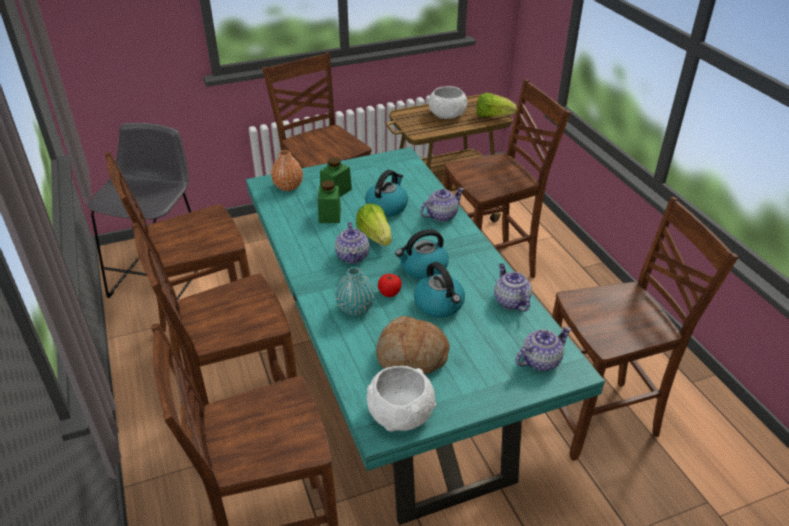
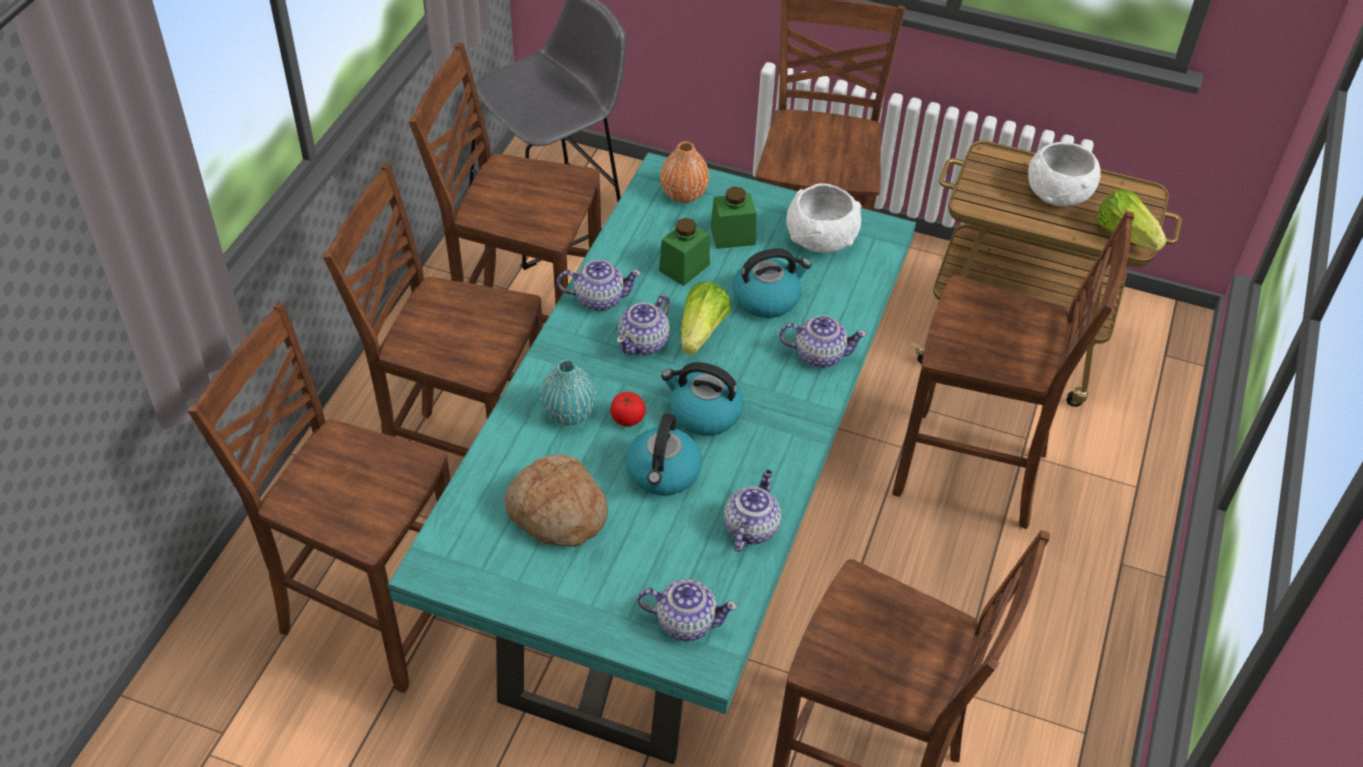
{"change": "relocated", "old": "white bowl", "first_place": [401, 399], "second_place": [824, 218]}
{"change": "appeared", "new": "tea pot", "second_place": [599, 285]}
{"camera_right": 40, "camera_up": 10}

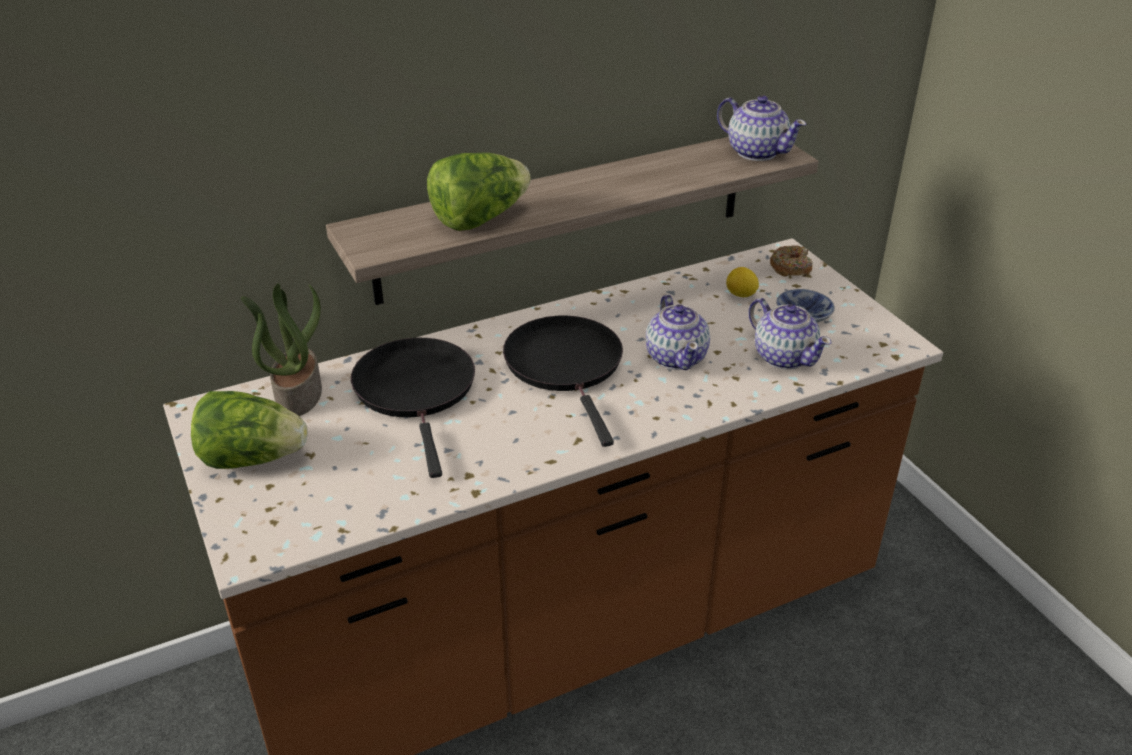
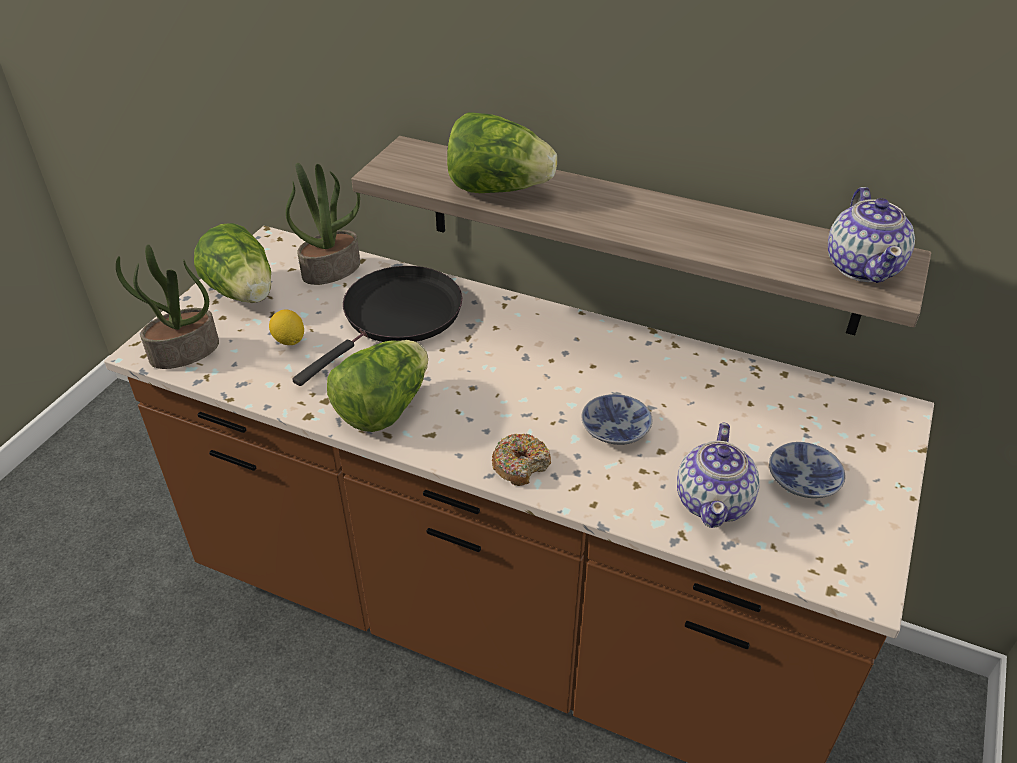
{"change": "missing", "old": "black-coloured frying pan", "first_place": [563, 381]}
{"change": "exchanged", "old": "tea pot", "new": "bowl", "first_place": [678, 332], "second_place": [617, 419]}
{"change": "relocated", "old": "lemon", "first_place": [742, 282], "second_place": [286, 327]}
{"change": "relocated", "old": "doughnut", "first_place": [791, 261], "second_place": [521, 459]}
{"change": "appeared", "new": "potted plant", "second_place": [167, 306]}
{"change": "appeared", "new": "head of lettuce", "second_place": [377, 386]}
{"camera_right": 50, "camera_up": 5}

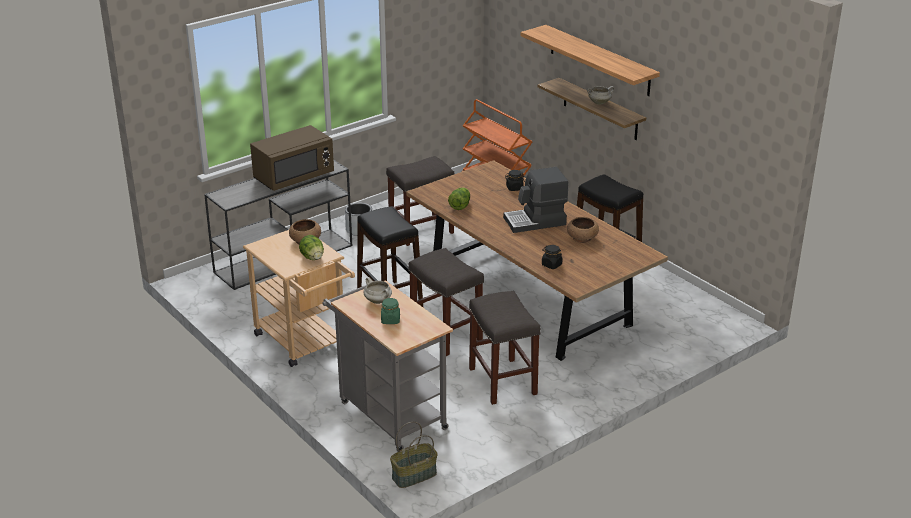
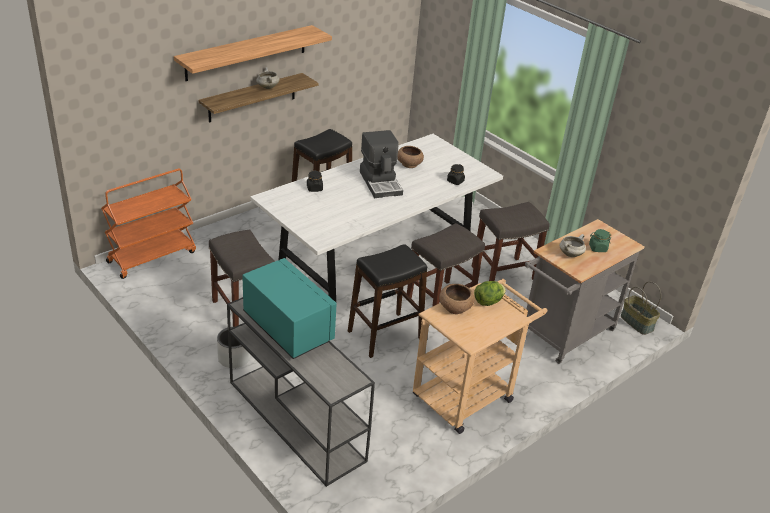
{"change": "colour", "old": "brownish kitchen microwave", "new": "turquoise kitchen microwave", "first_place": [292, 158], "second_place": [289, 308]}
{"change": "colour", "old": "brownish dining table", "new": "white dining table", "first_place": [537, 260], "second_place": [376, 218]}
{"change": "missing", "old": "head of lettuce", "first_place": [459, 199]}
{"camera_right": -95, "camera_up": 5}

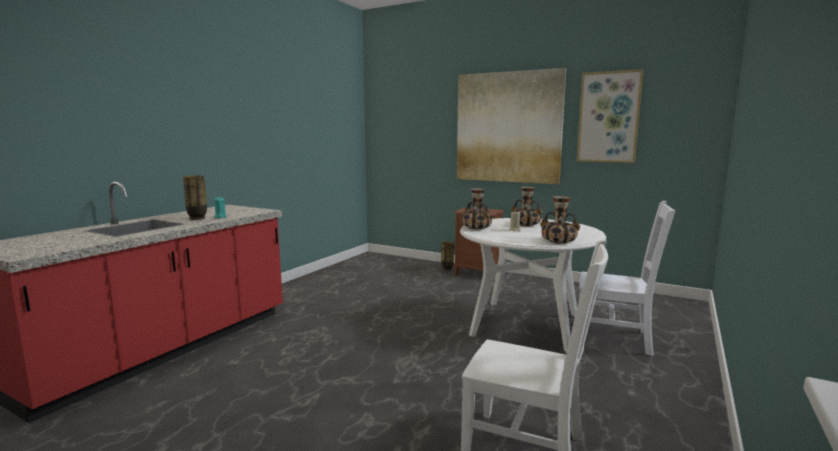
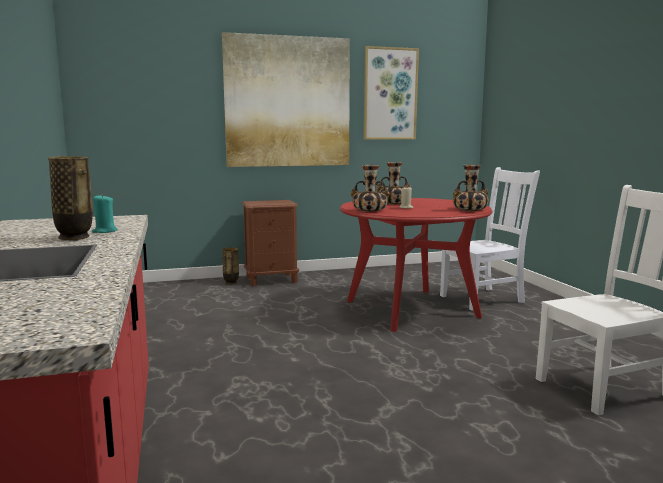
{"change": "colour", "old": "white dining table", "new": "red dining table", "first_place": [533, 285], "second_place": [416, 265]}
{"camera_right": -45, "camera_up": 0}

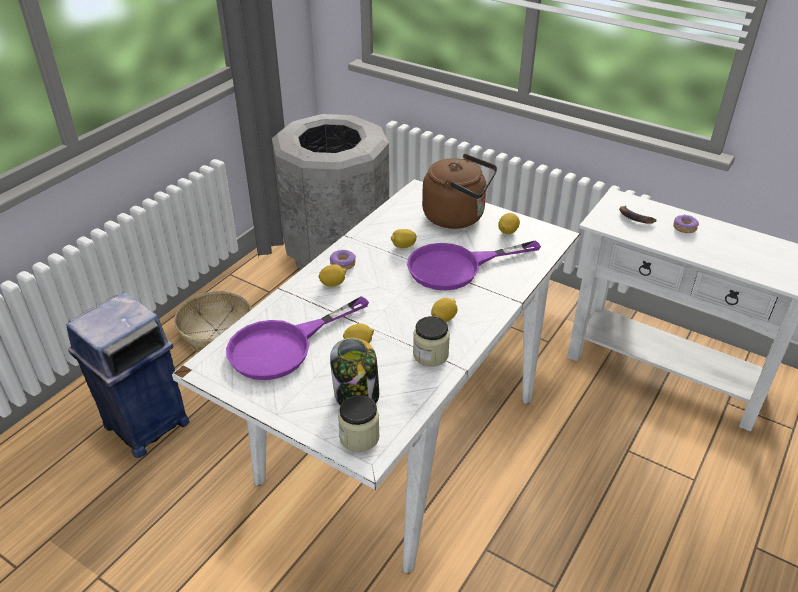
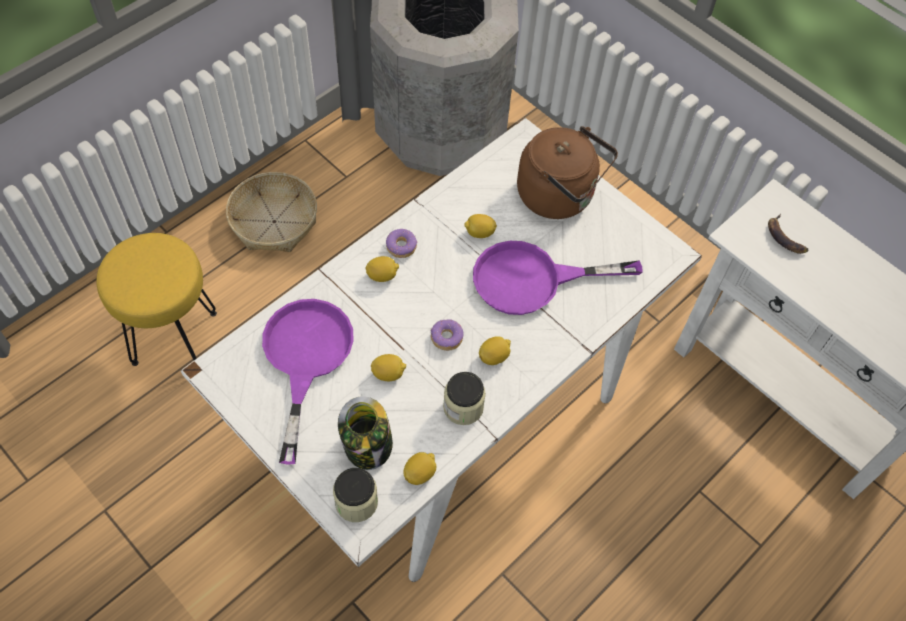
{"change": "exchanged", "old": "blue waste bin", "new": "yellowish stool", "first_place": [128, 375], "second_place": [156, 299]}
{"change": "spun", "old": "purple frying pan", "first_place": [297, 338], "second_place": [308, 382], "degrees": 120}
{"change": "relocated", "old": "lemon", "first_place": [509, 223], "second_place": [420, 468]}
{"change": "relocated", "old": "doughnut", "first_place": [686, 223], "second_place": [447, 335]}
{"camera_right": 10, "camera_up": 20}

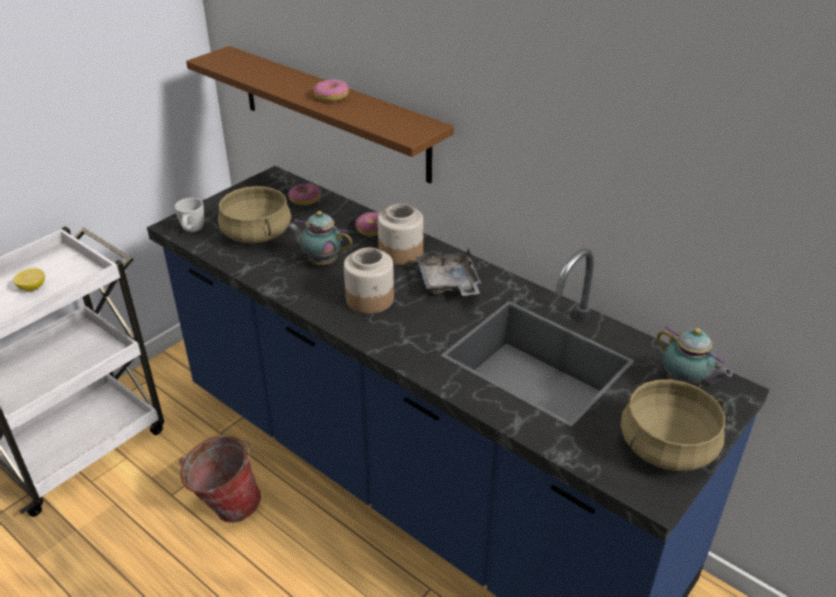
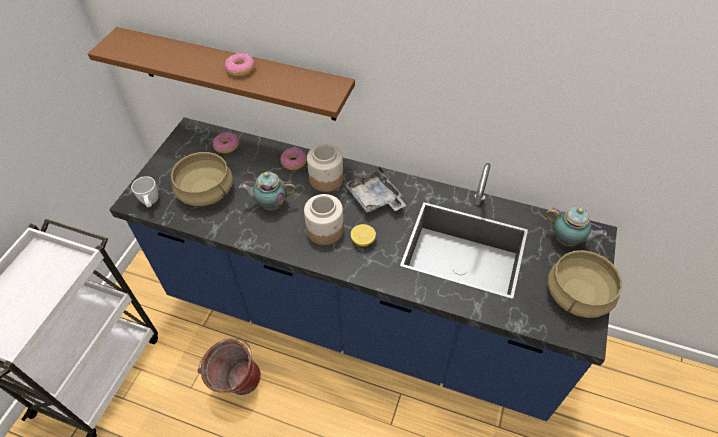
{"change": "relocated", "old": "lemon", "first_place": [29, 279], "second_place": [363, 235]}
{"camera_right": -20, "camera_up": 15}

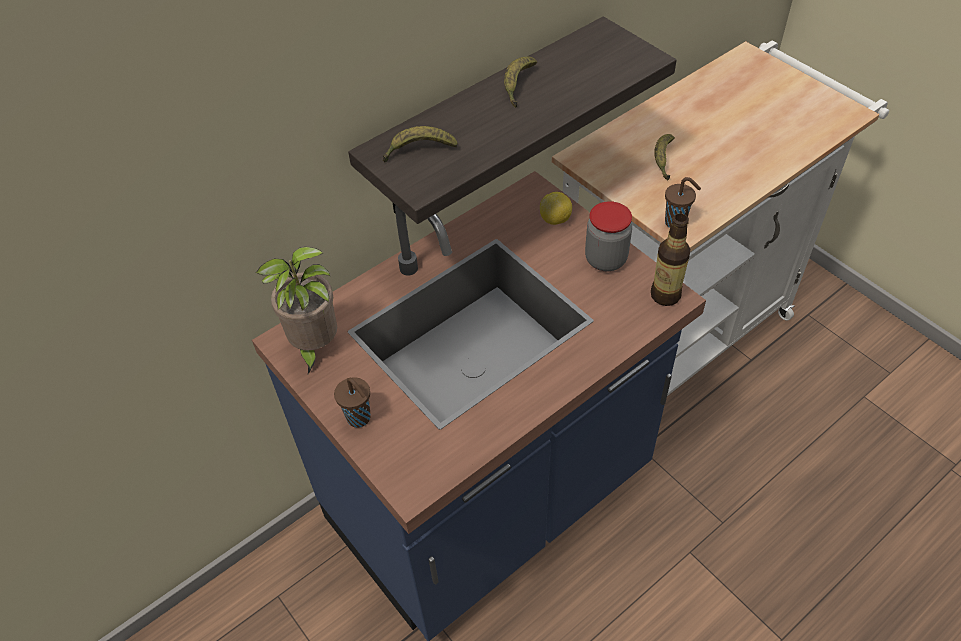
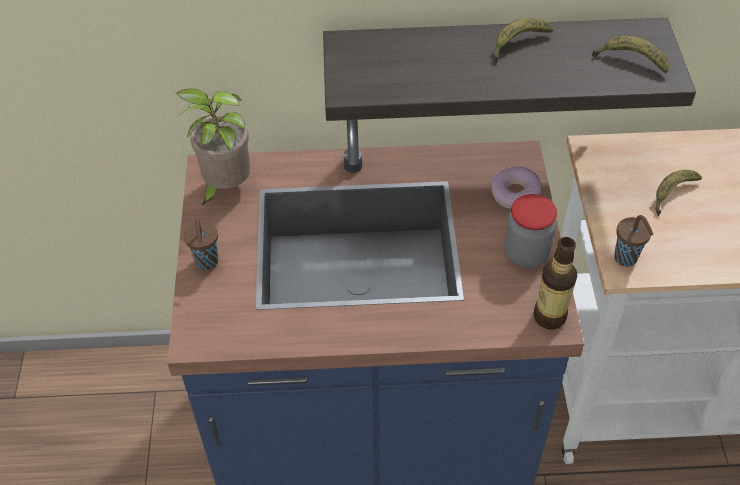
{"change": "relocated", "old": "banana", "first_place": [420, 144], "second_place": [630, 54]}
{"change": "exchanged", "old": "lemon", "new": "doughnut", "first_place": [556, 208], "second_place": [516, 188]}
{"camera_right": 35, "camera_up": 0}

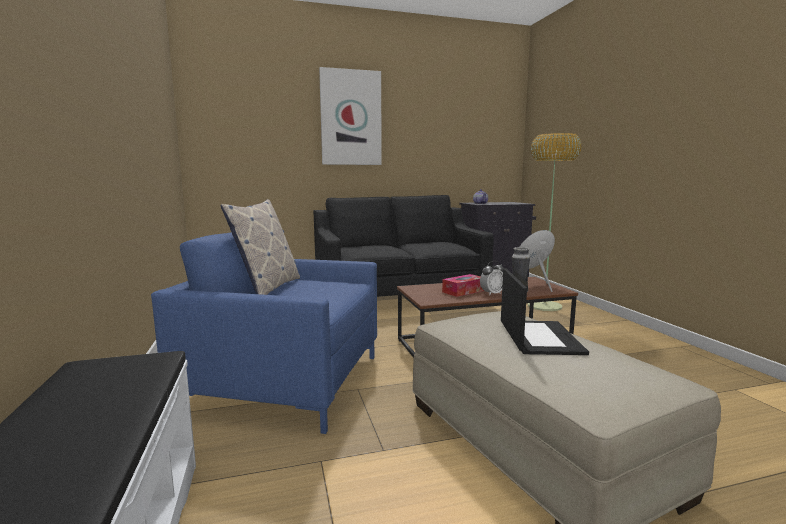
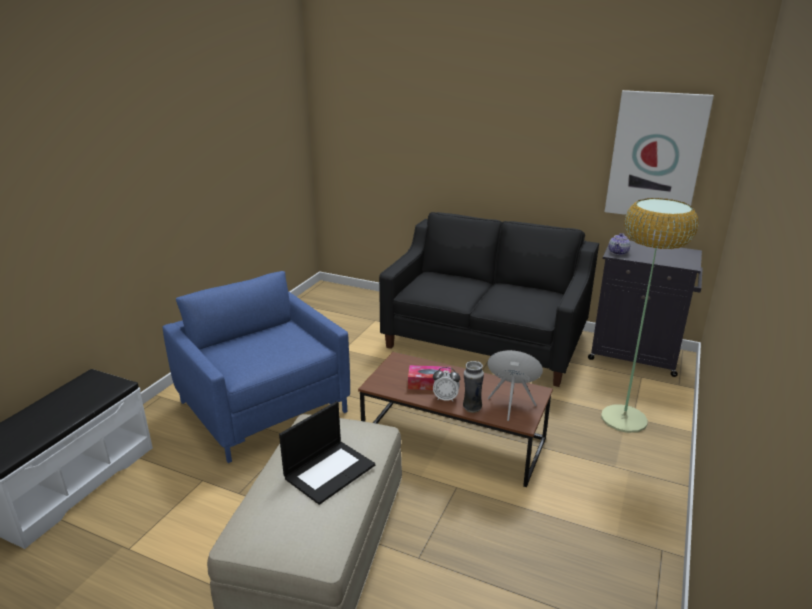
{"change": "missing", "old": "cushion", "first_place": [260, 247]}
{"change": "relocated", "old": "wall art", "first_place": [350, 116], "second_place": [659, 156]}
{"camera_right": 40, "camera_up": 15}

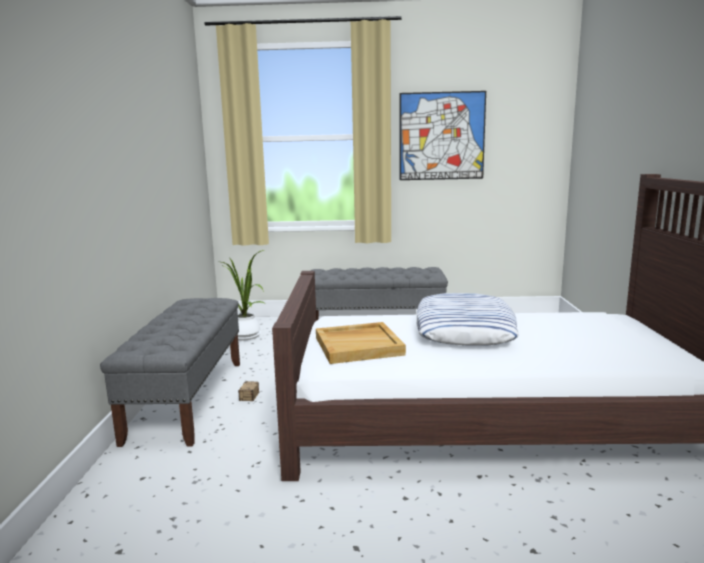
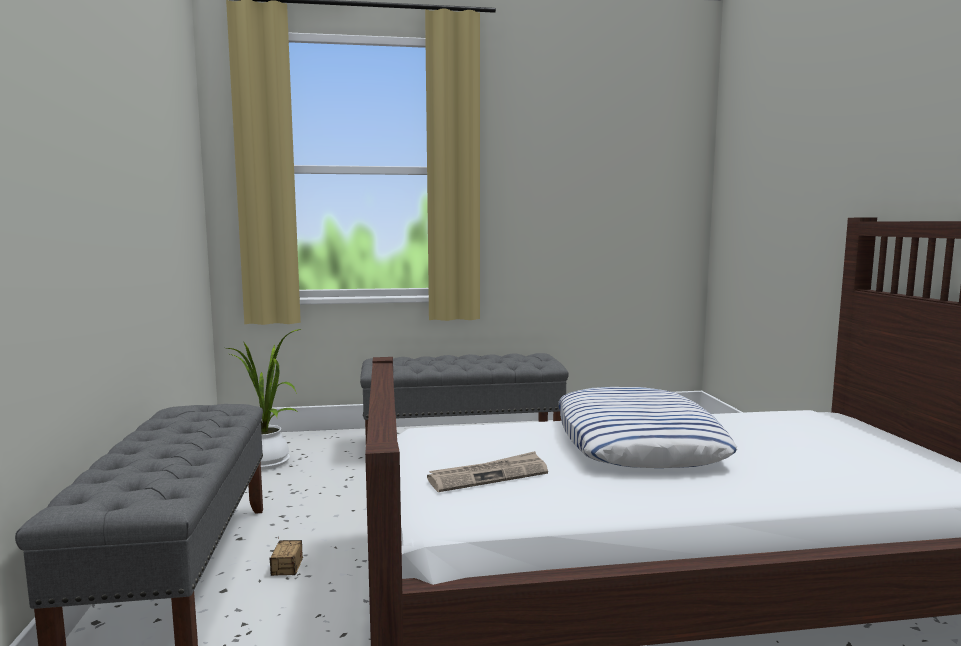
{"change": "exchanged", "old": "beige-coloured tray", "new": "daily paper", "first_place": [361, 343], "second_place": [487, 471]}
{"change": "missing", "old": "wall art", "first_place": [443, 135]}
{"camera_right": -10, "camera_up": -5}

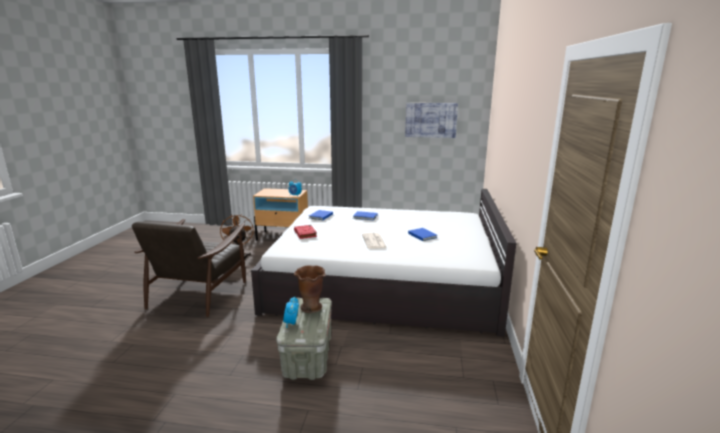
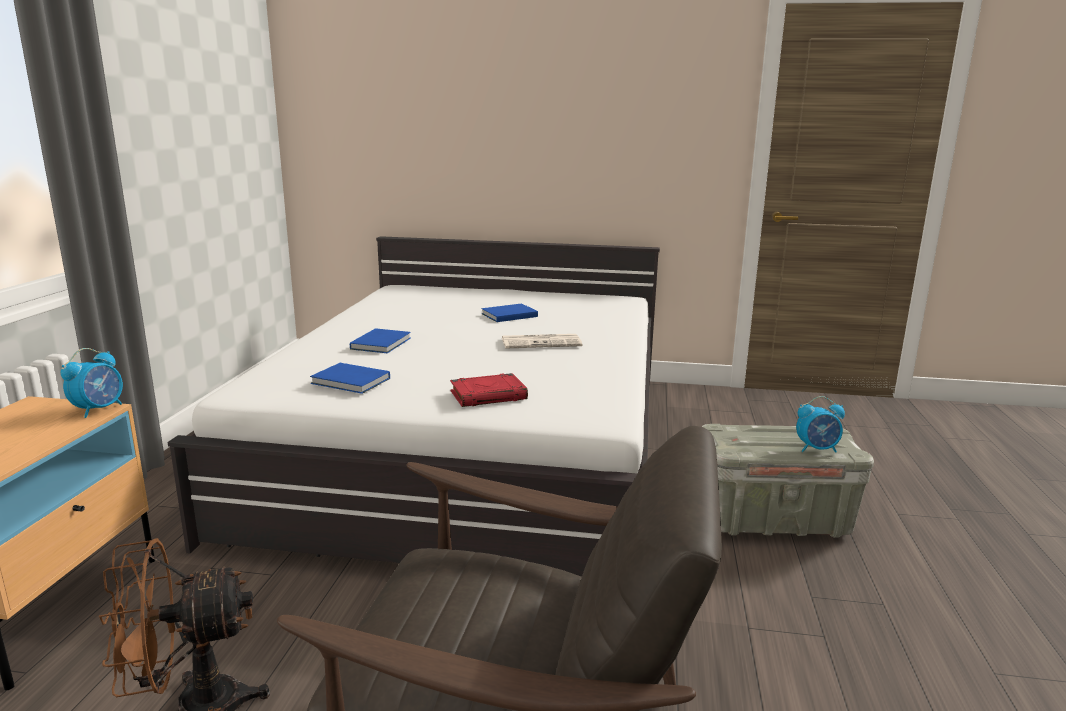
{"change": "missing", "old": "brownish vase", "first_place": [310, 289]}
{"change": "missing", "old": "wall art", "first_place": [431, 120]}
{"camera_right": -90, "camera_up": 0}

